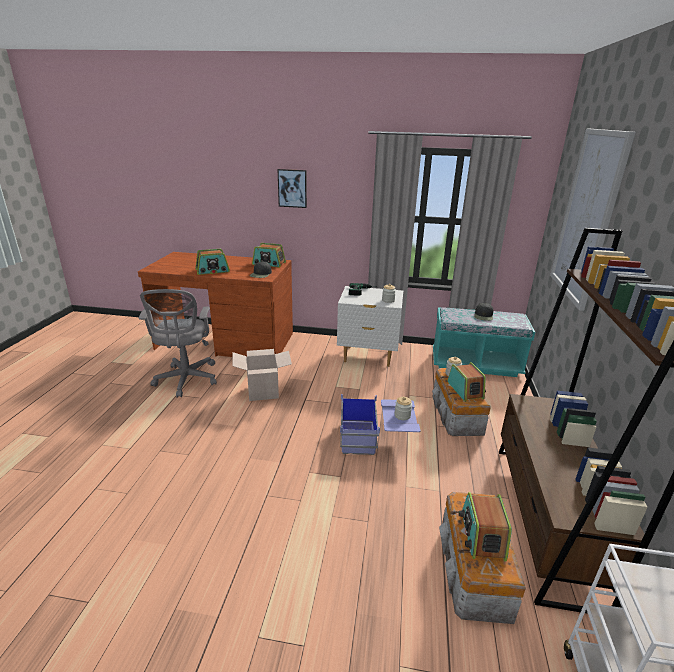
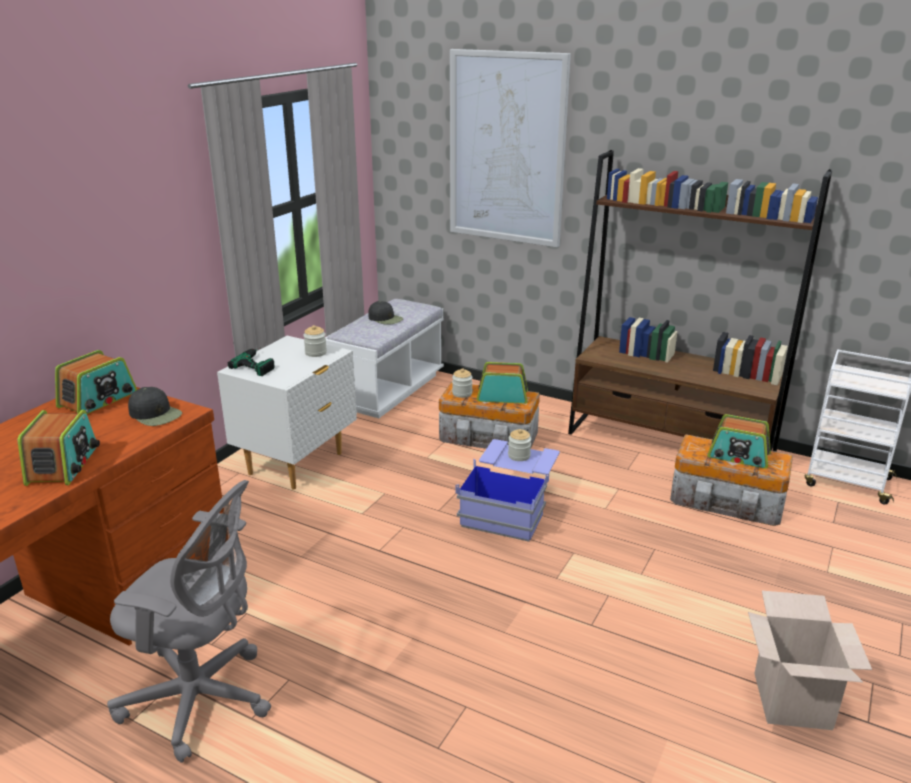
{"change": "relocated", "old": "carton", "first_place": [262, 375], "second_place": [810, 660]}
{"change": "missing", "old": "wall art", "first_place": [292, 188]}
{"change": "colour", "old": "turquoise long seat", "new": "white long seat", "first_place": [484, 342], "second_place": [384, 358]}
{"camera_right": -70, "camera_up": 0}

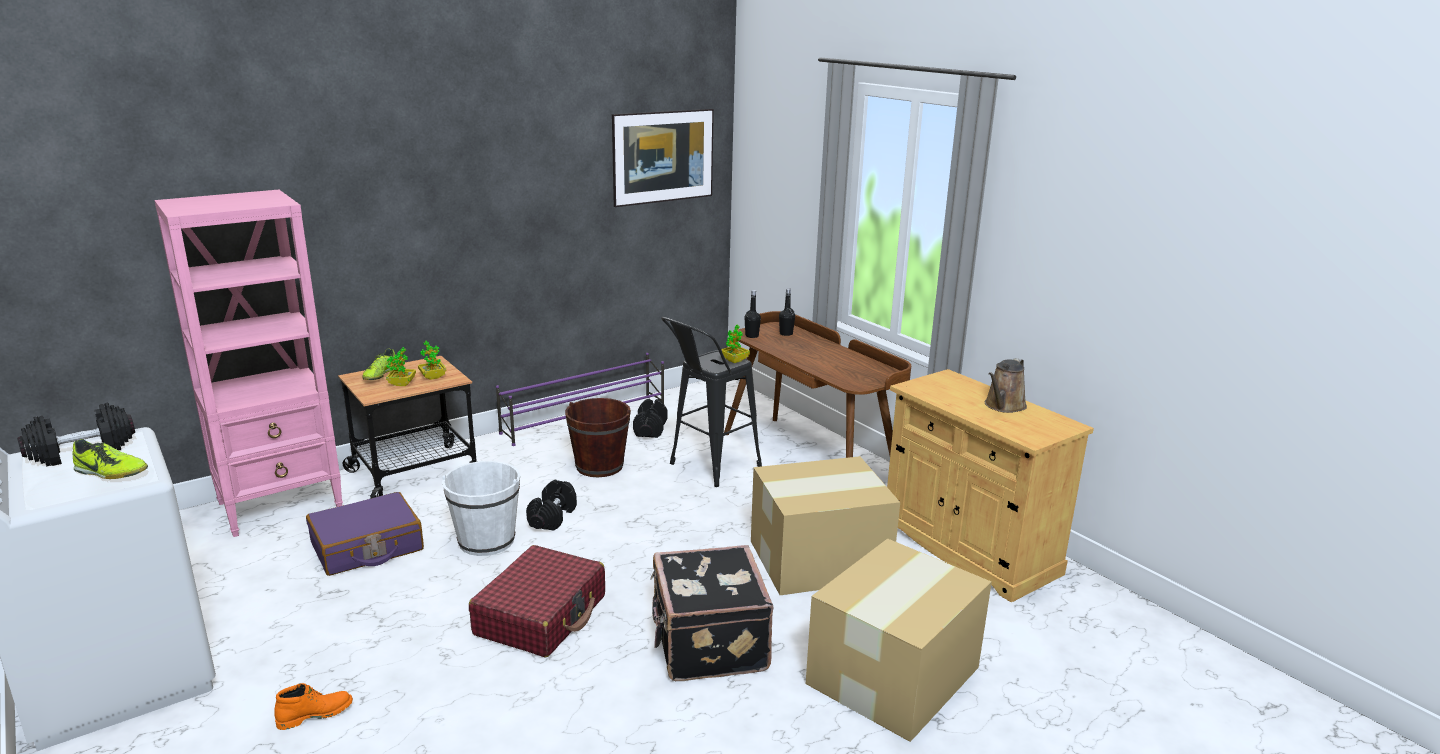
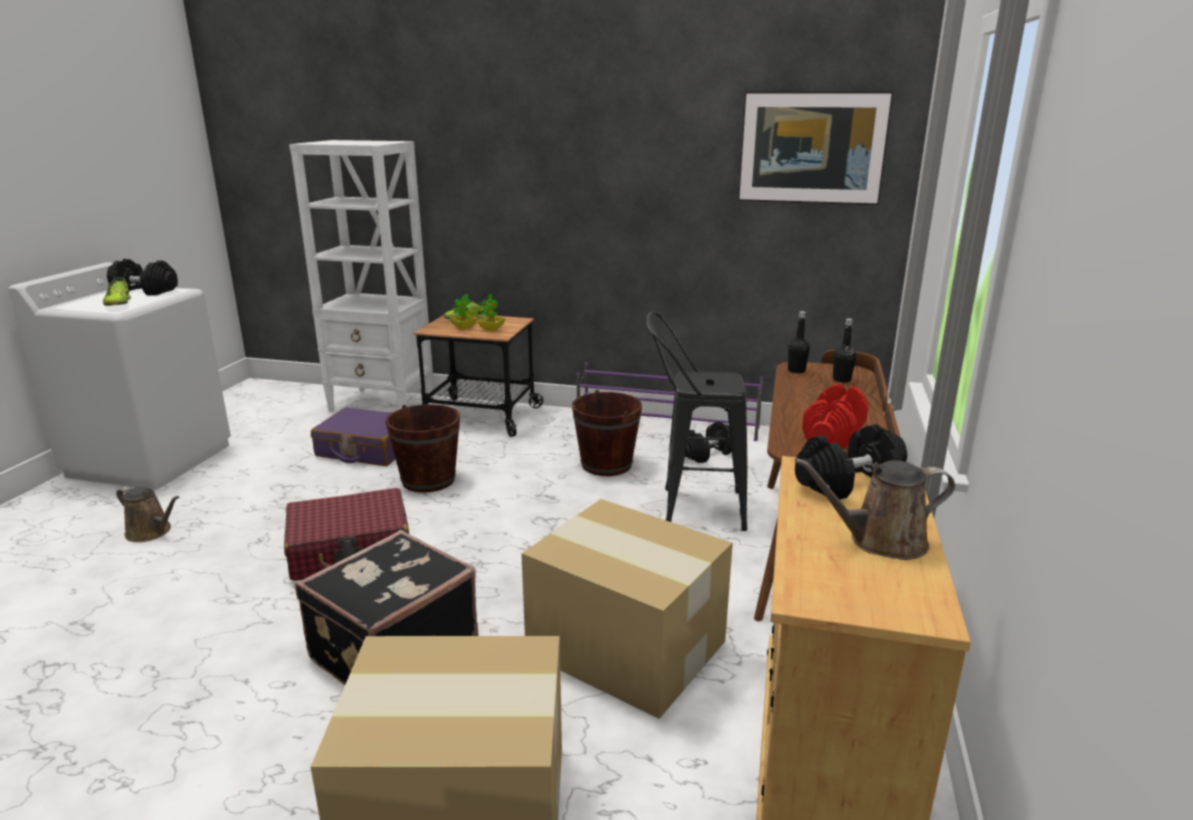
{"change": "colour", "old": "pink bookshelf", "new": "white bookshelf", "first_place": [248, 363], "second_place": [361, 276]}
{"change": "exchanged", "old": "orangey tall boot", "new": "brownish watering can", "first_place": [313, 706], "second_place": [147, 514]}
{"change": "colour", "old": "white water bucket", "new": "brownish water bucket", "first_place": [481, 508], "second_place": [422, 448]}
{"change": "relocated", "old": "black-coloured free weight", "first_place": [551, 505], "second_place": [851, 462]}
{"change": "missing", "old": "potted plant", "first_place": [735, 344]}
{"change": "appeared", "new": "red free weight", "second_place": [835, 416]}
{"camera_right": 50, "camera_up": 0}

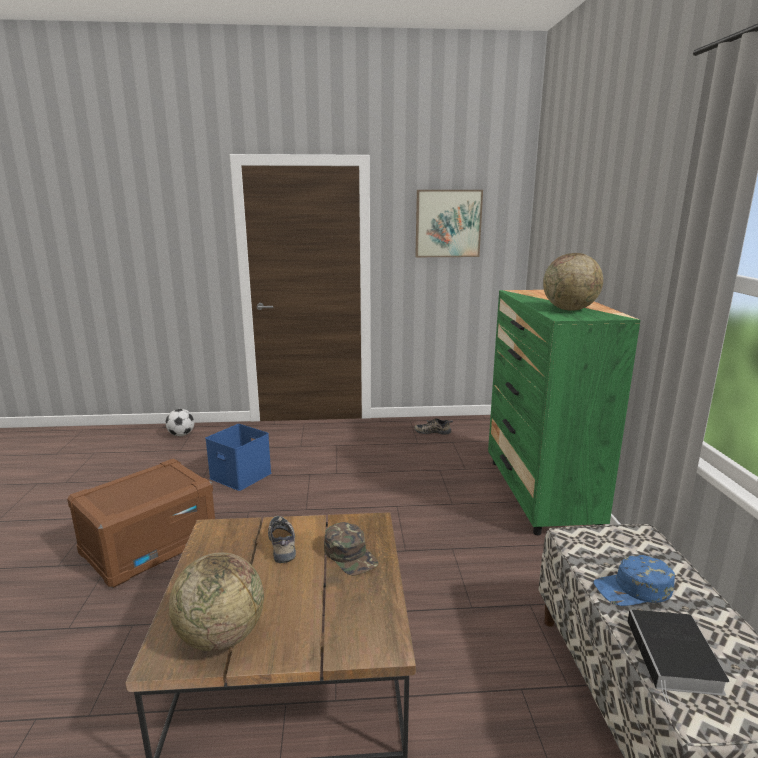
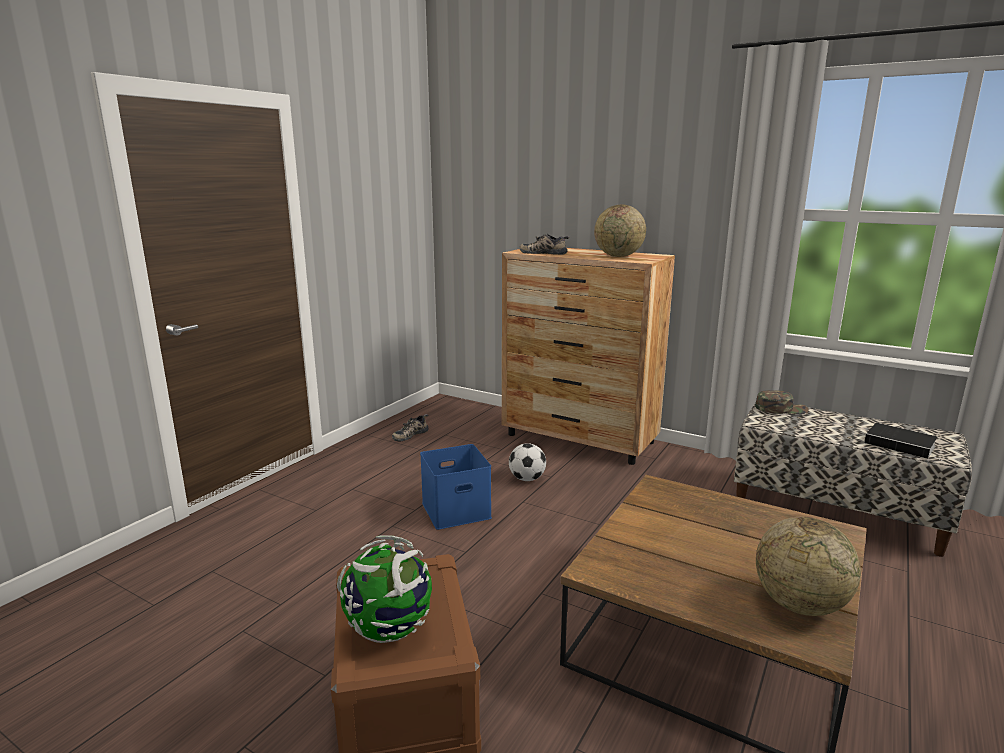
{"change": "relocated", "old": "ball for football", "first_place": [180, 422], "second_place": [527, 462]}
{"change": "relocated", "old": "blue storage box", "first_place": [238, 457], "second_place": [456, 487]}
{"change": "relocated", "old": "item of footwear", "first_place": [282, 539], "second_place": [544, 244]}
{"change": "relocated", "old": "green-coloured cap", "first_place": [351, 548], "second_place": [782, 402]}
{"change": "missing", "old": "wall art", "first_place": [449, 223]}
{"change": "colour", "old": "green-coloured drawer chest", "new": "brownish drawer chest", "first_place": [564, 412], "second_place": [588, 356]}
{"change": "missing", "old": "blue cap", "first_place": [634, 580]}
{"change": "appeared", "new": "globe", "second_place": [384, 589]}
{"camera_right": -55, "camera_up": 0}

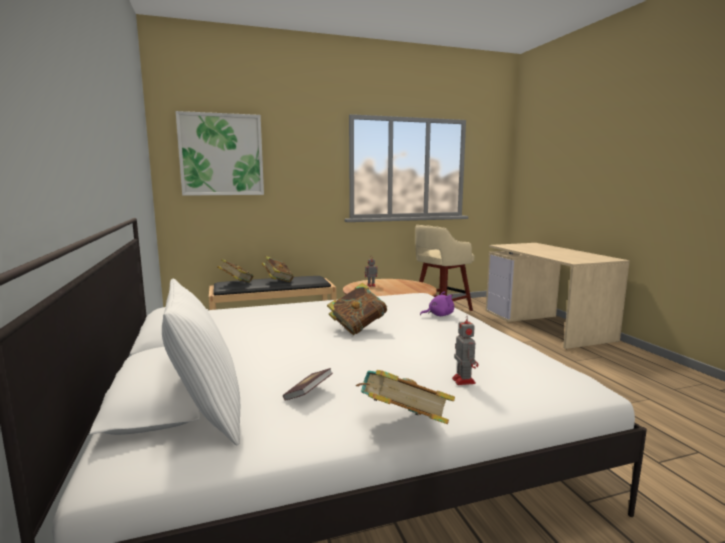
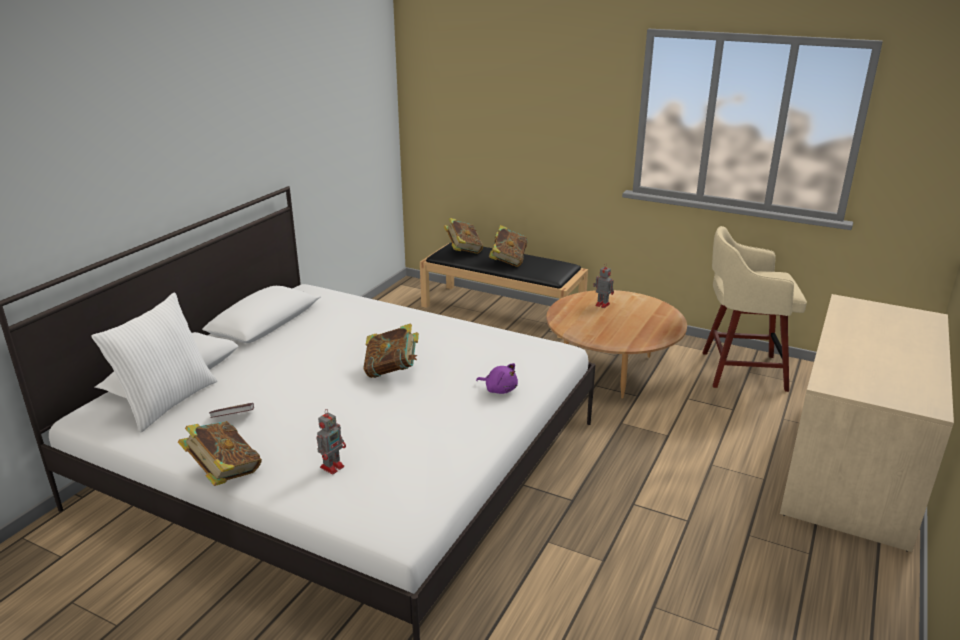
{"change": "missing", "old": "wall art", "first_place": [220, 153]}
{"camera_right": 45, "camera_up": 15}

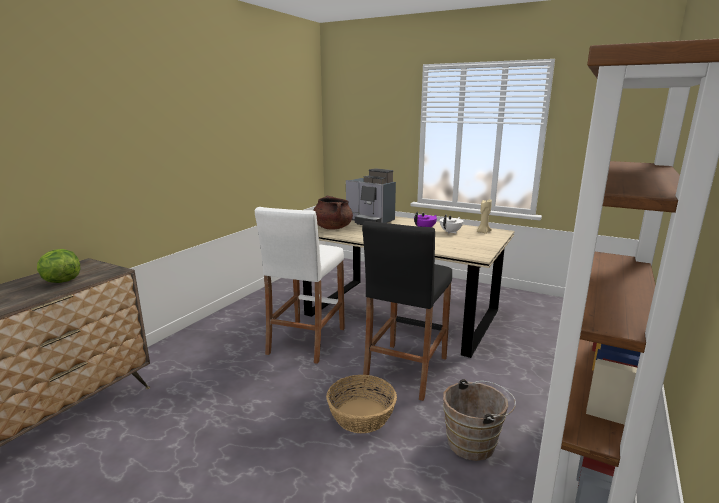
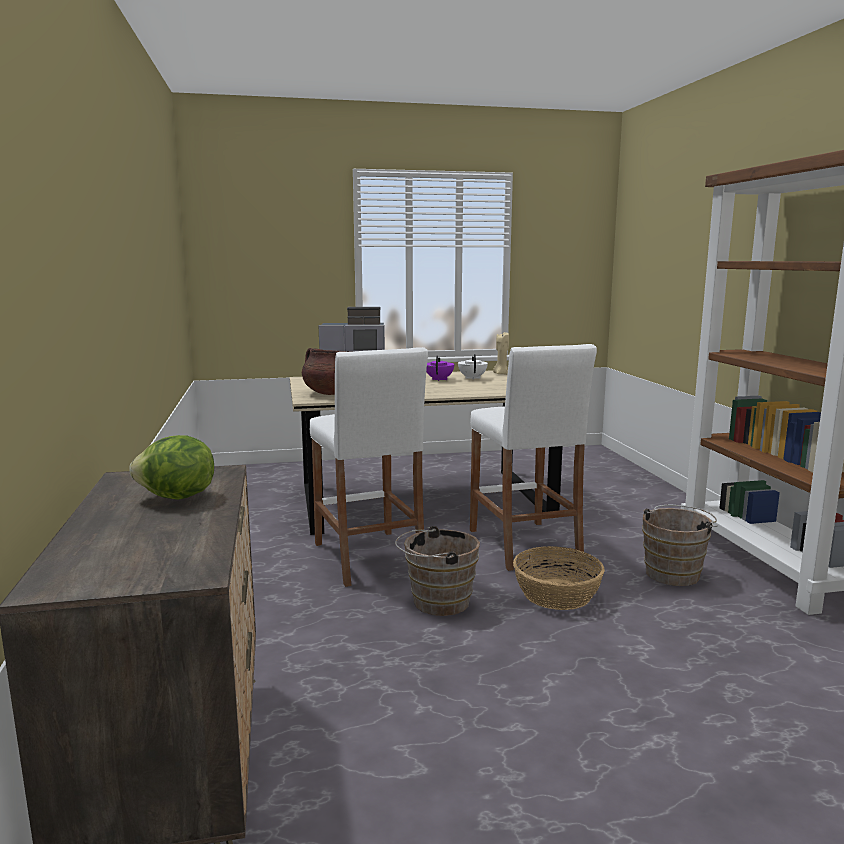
{"change": "colour", "old": "black-coloured stool", "new": "white stool", "first_place": [407, 311], "second_place": [533, 457]}
{"change": "appeared", "new": "brownish water bucket", "second_place": [437, 571]}
{"camera_right": -40, "camera_up": -5}

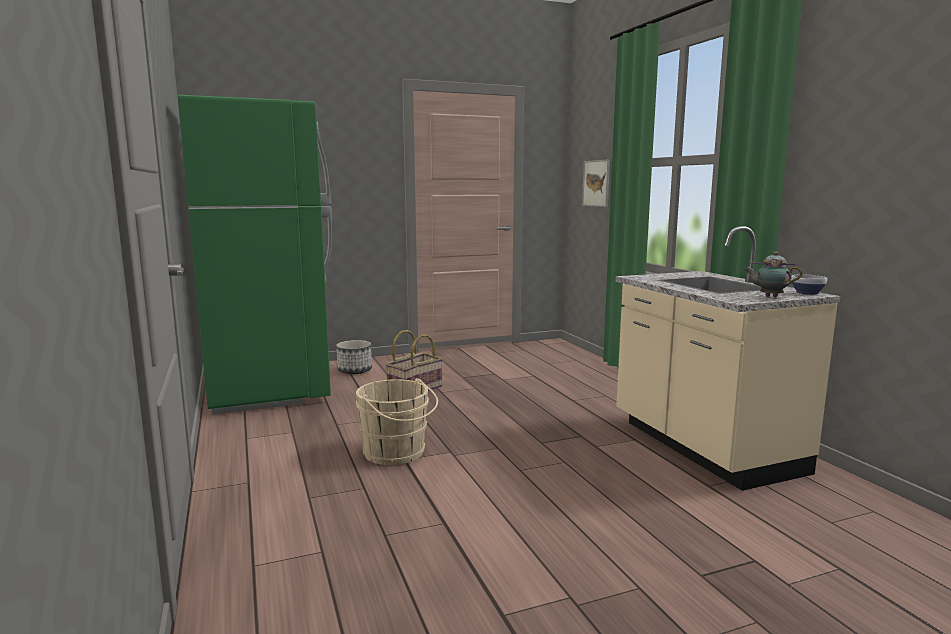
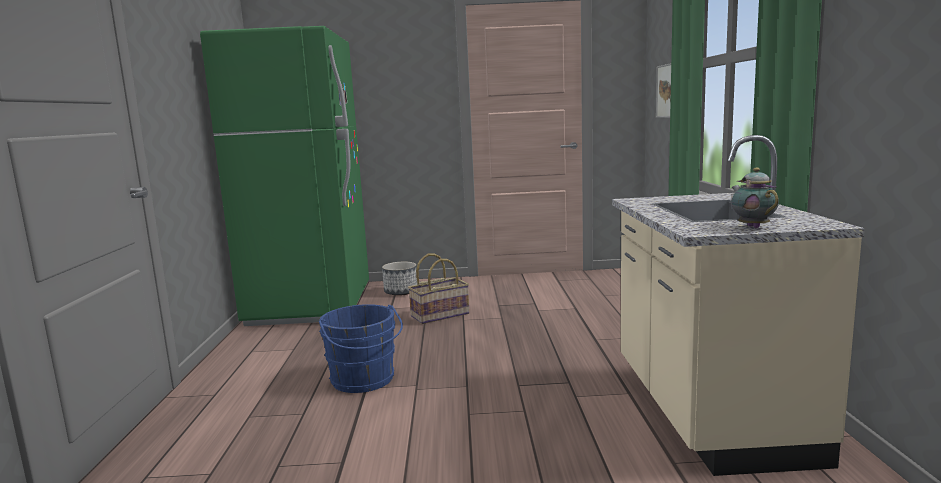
{"change": "colour", "old": "beige-coloured water bucket", "new": "blue water bucket", "first_place": [397, 421], "second_place": [361, 348]}
{"change": "spun", "old": "tea pot", "first_place": [773, 274], "second_place": [755, 198], "degrees": 45}
{"change": "missing", "old": "bowl", "first_place": [809, 285]}
{"camera_right": 20, "camera_up": 0}

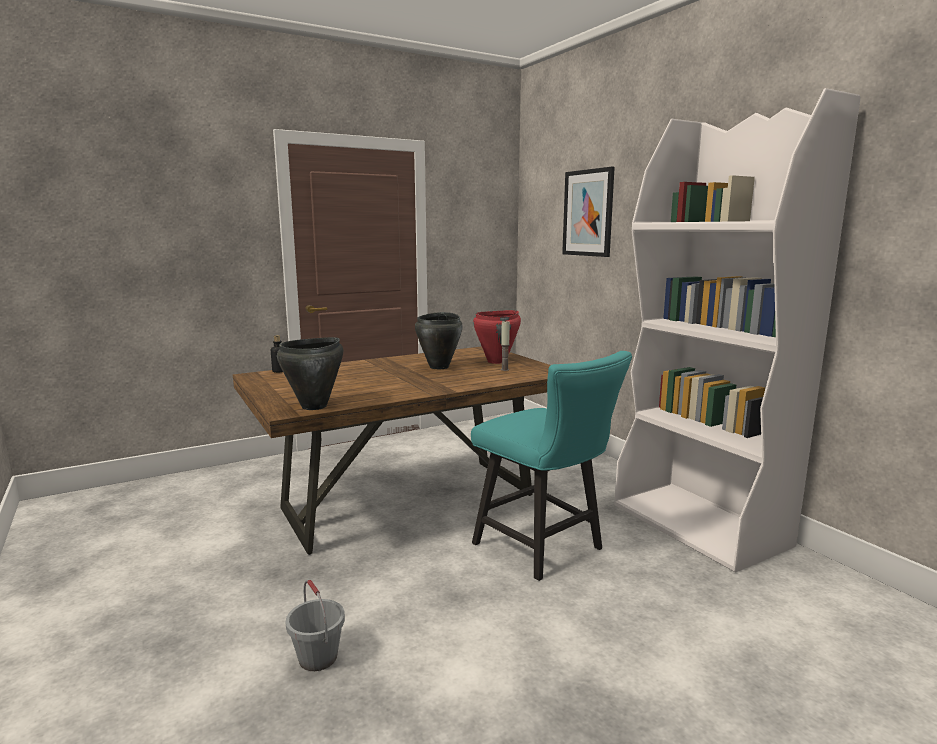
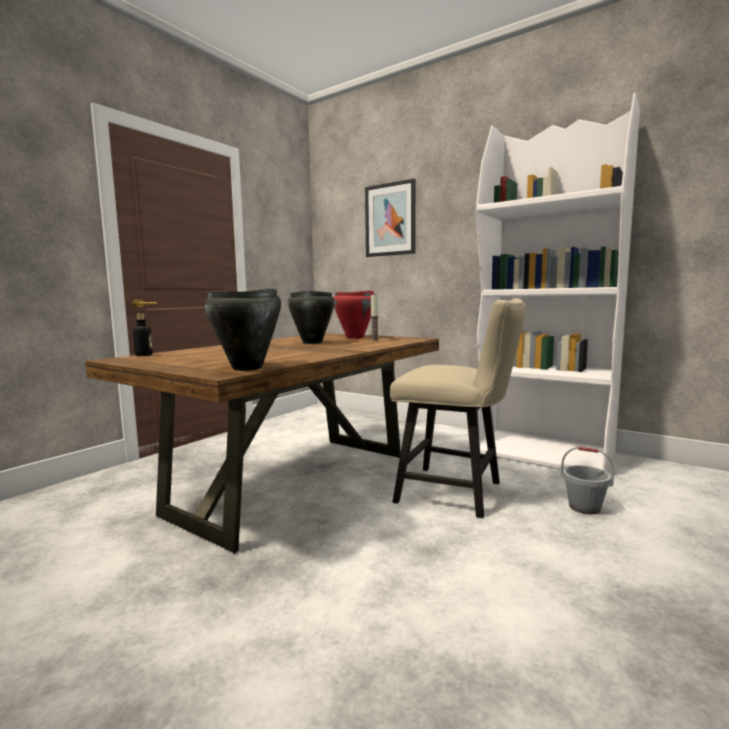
{"change": "relocated", "old": "gray water bucket", "first_place": [315, 625], "second_place": [587, 480]}
{"change": "colour", "old": "turquoise plain chair", "new": "beige-coloured plain chair", "first_place": [551, 466], "second_place": [458, 408]}
{"camera_right": -25, "camera_up": -5}

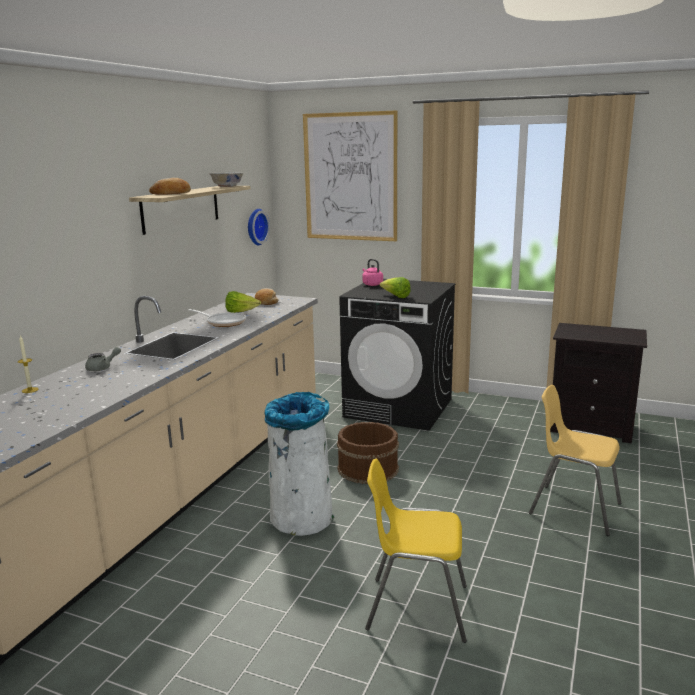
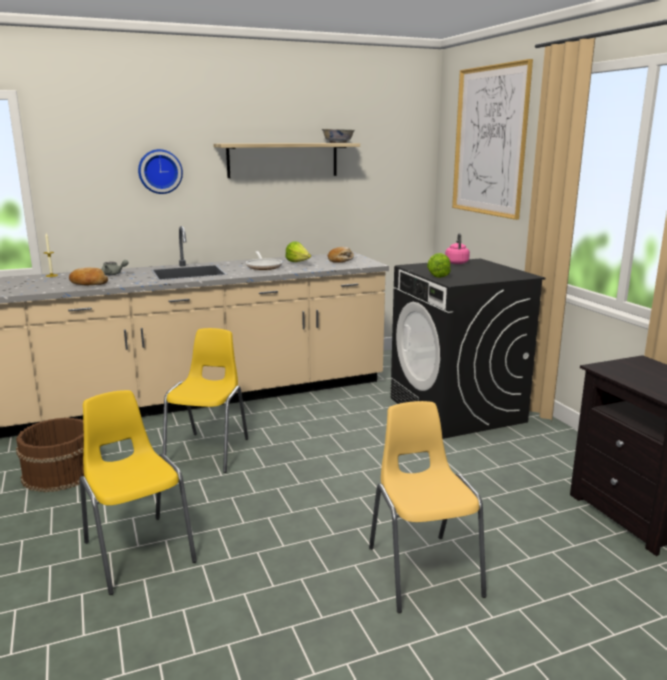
{"change": "relocated", "old": "baked bread", "first_place": [170, 186], "second_place": [88, 276]}
{"change": "relocated", "old": "hanging clock", "first_place": [259, 227], "second_place": [160, 171]}
{"change": "exchanged", "old": "white waste bin", "new": "yellowish plain chair", "first_place": [300, 464], "second_place": [205, 400]}
{"change": "relocated", "old": "brownish water bucket", "first_place": [368, 453], "second_place": [50, 455]}
{"camera_right": 45, "camera_up": 0}

